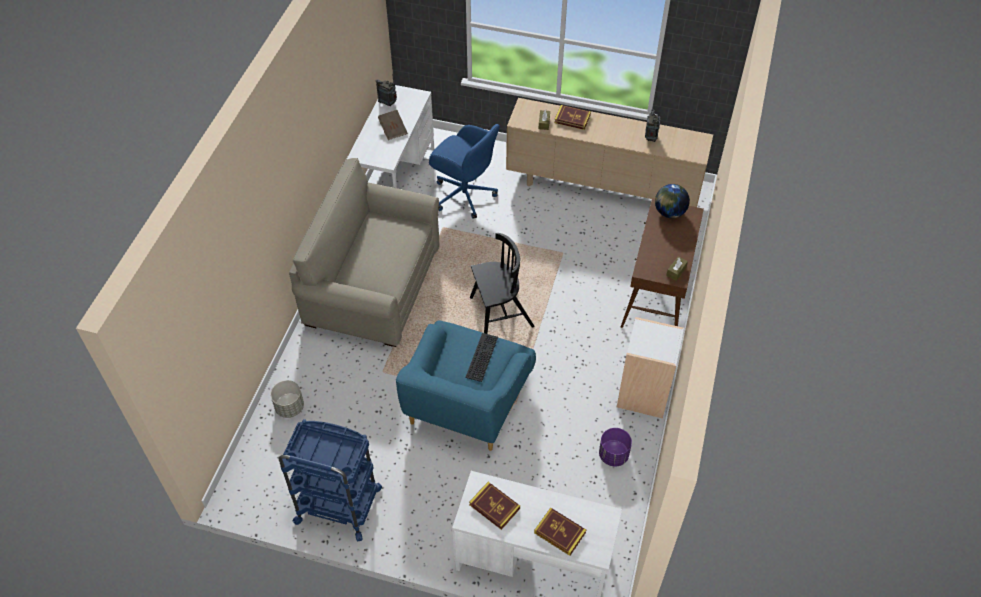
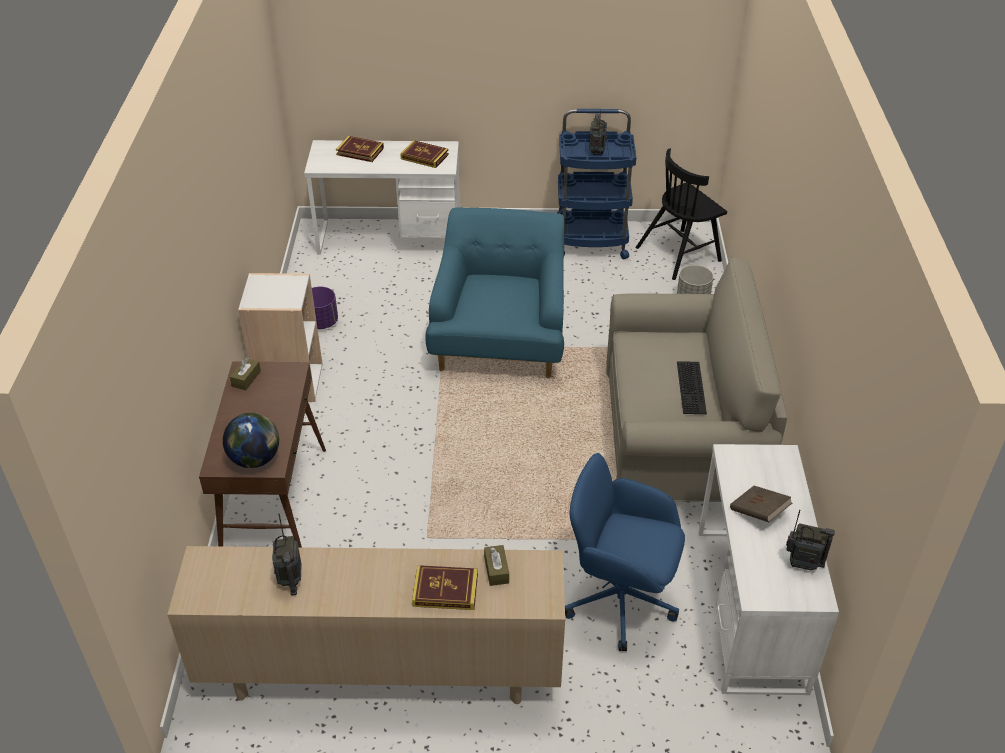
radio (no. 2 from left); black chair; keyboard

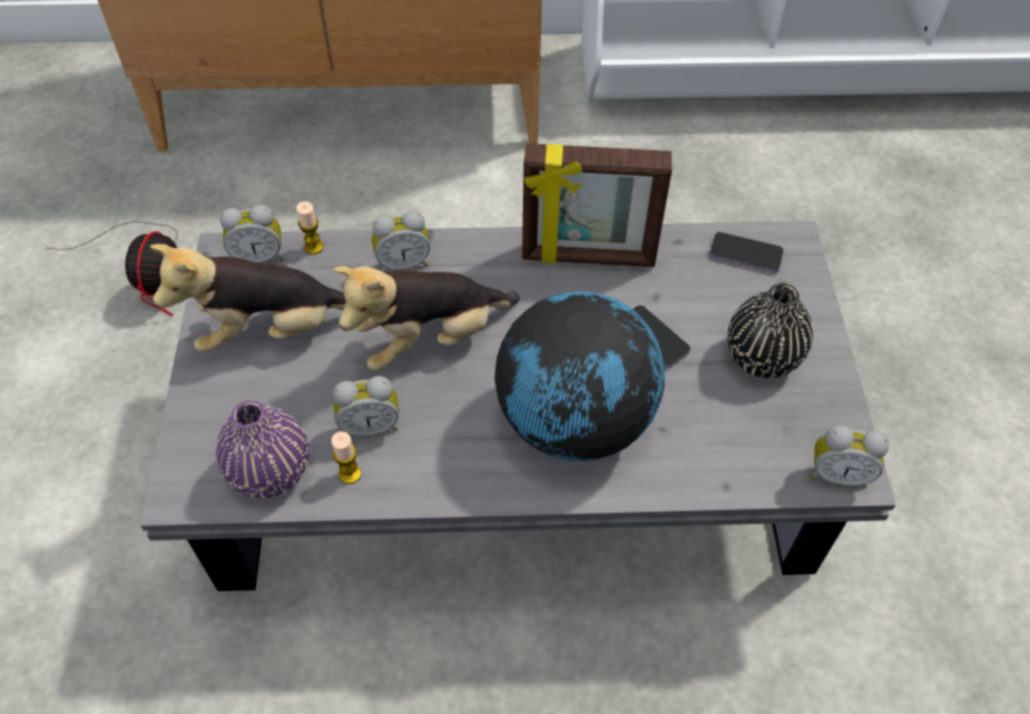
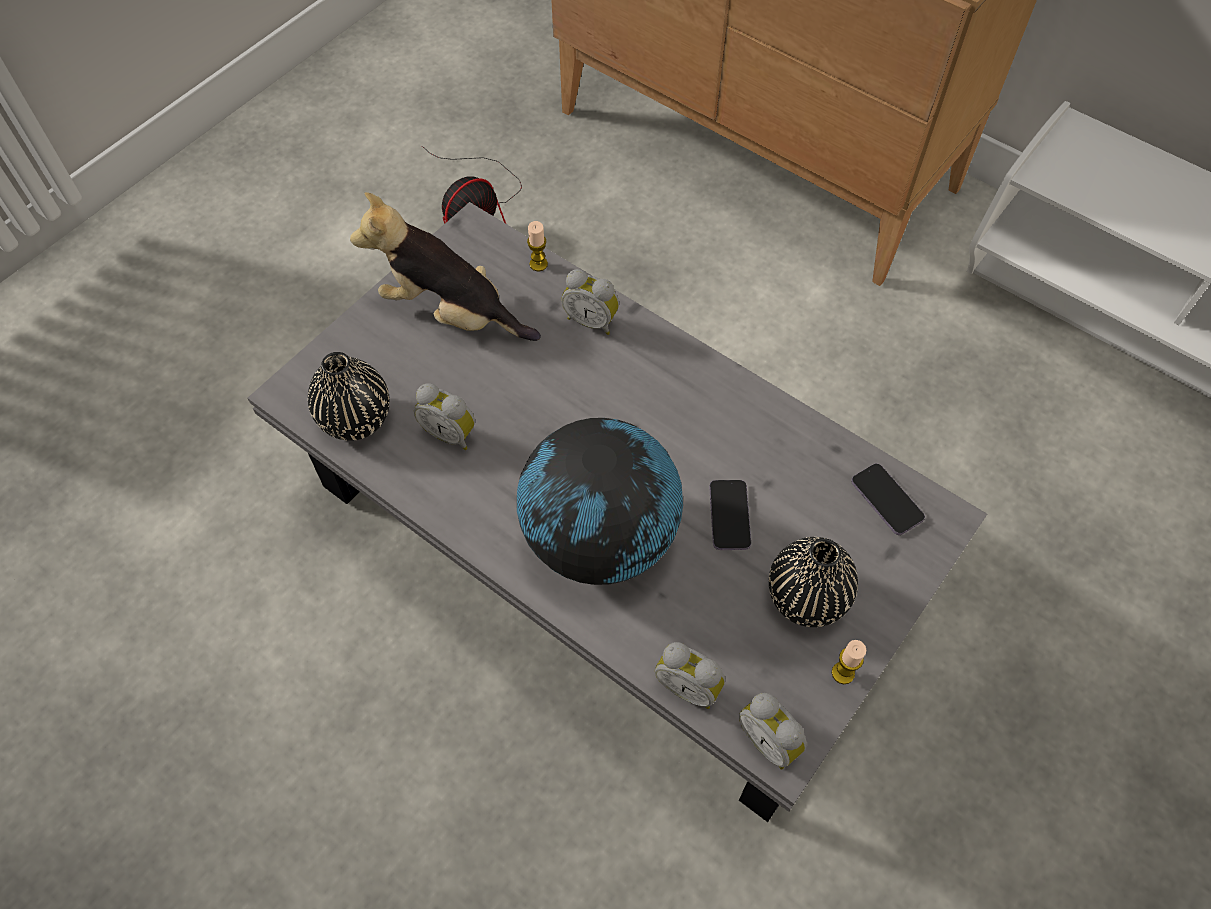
black vase (no. 1 from left); alarm clock (no. 3 from left); candle (no. 2 from left); plush toy (no. 2 from left in the first image); picture frame

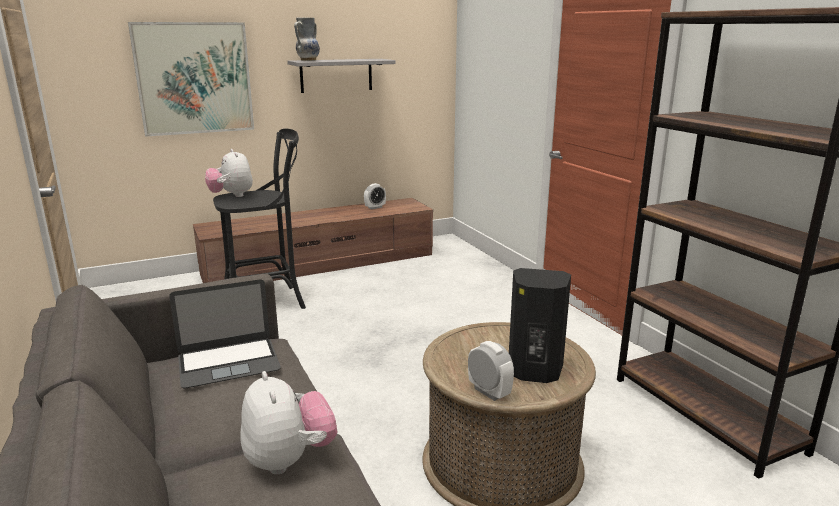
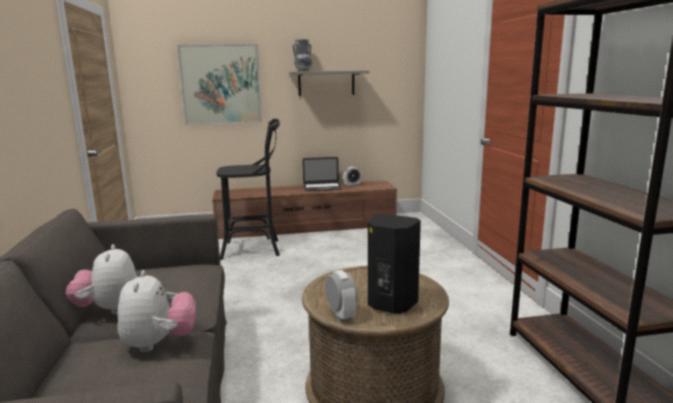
plush toy (no. 1 from left); laptop

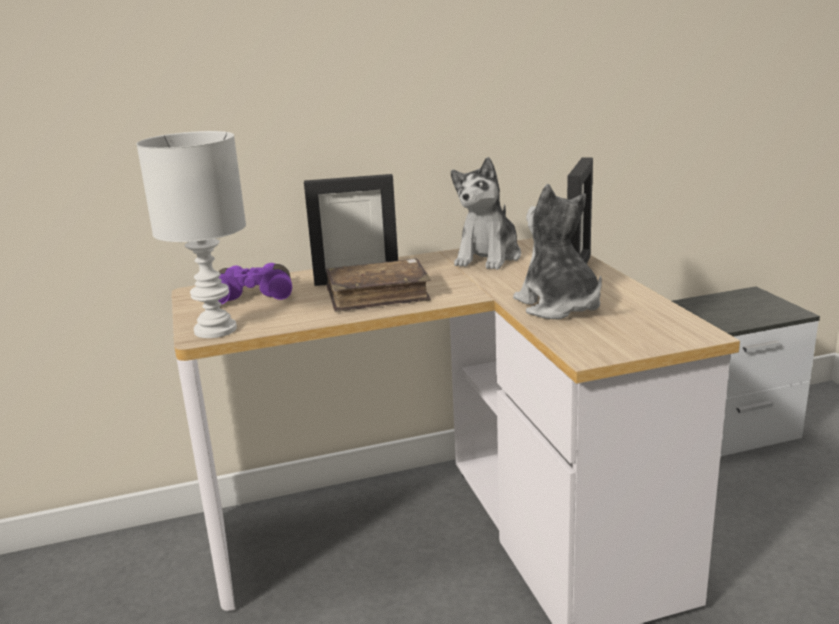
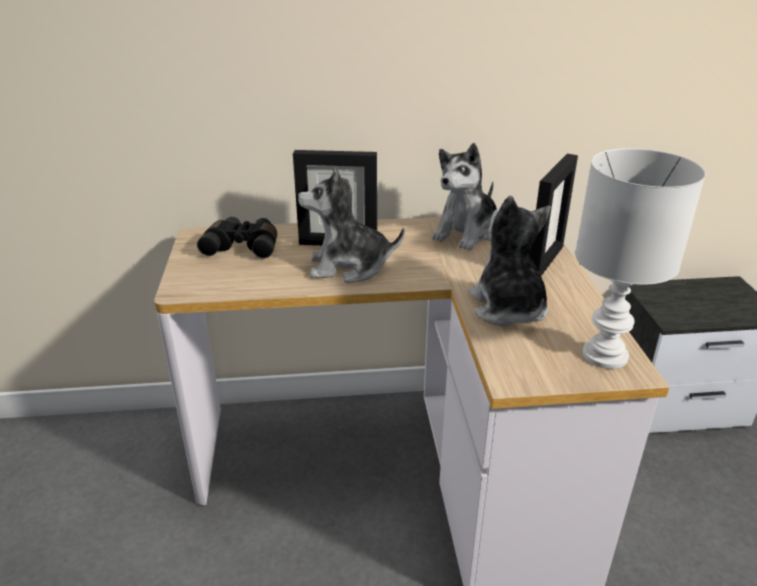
black binoculars; plush toy (no. 1 from left); white table lamp

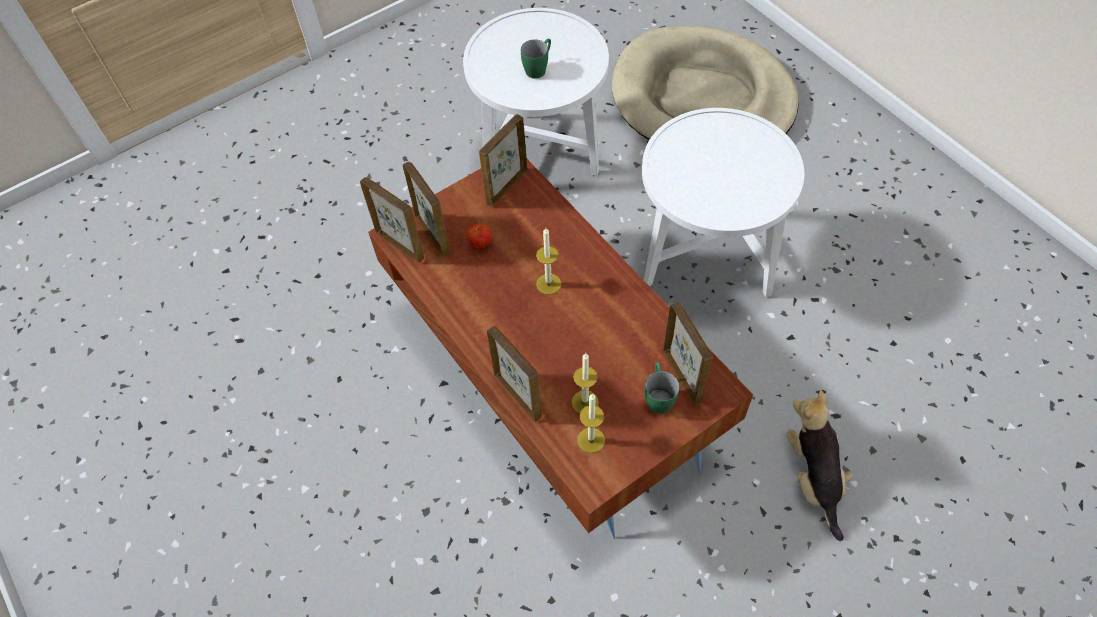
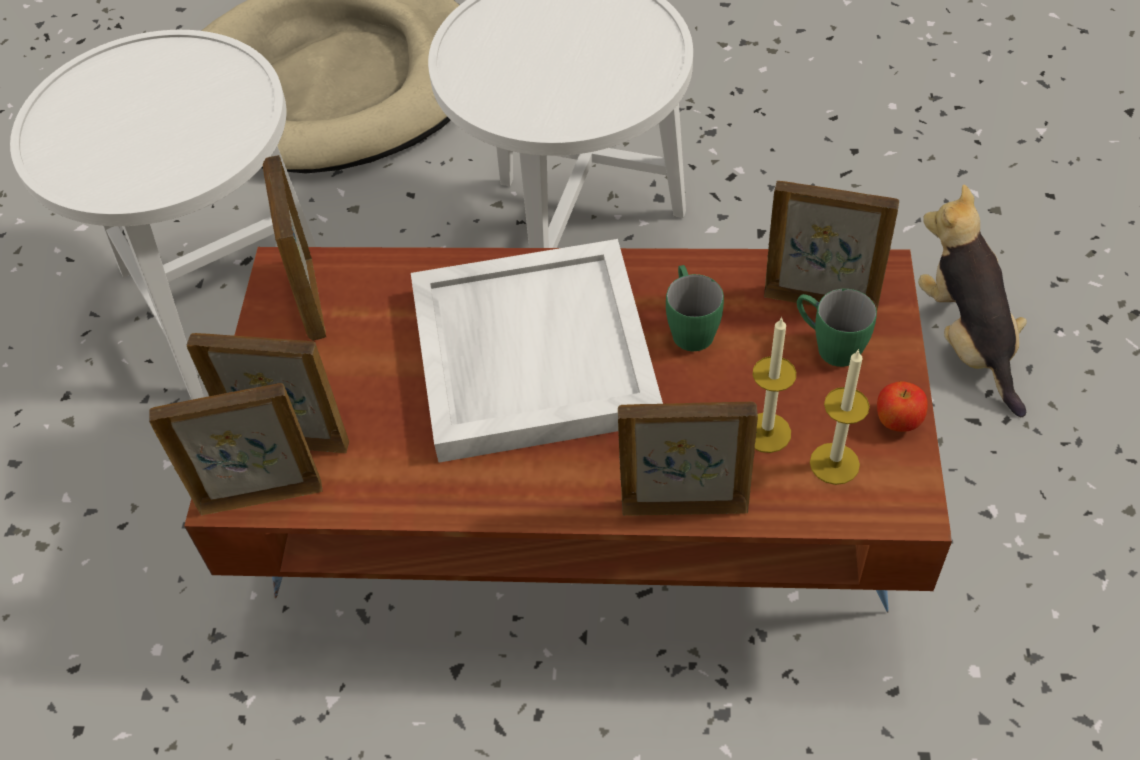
white tray; green mug (no. 1 from left); apple; plush toy

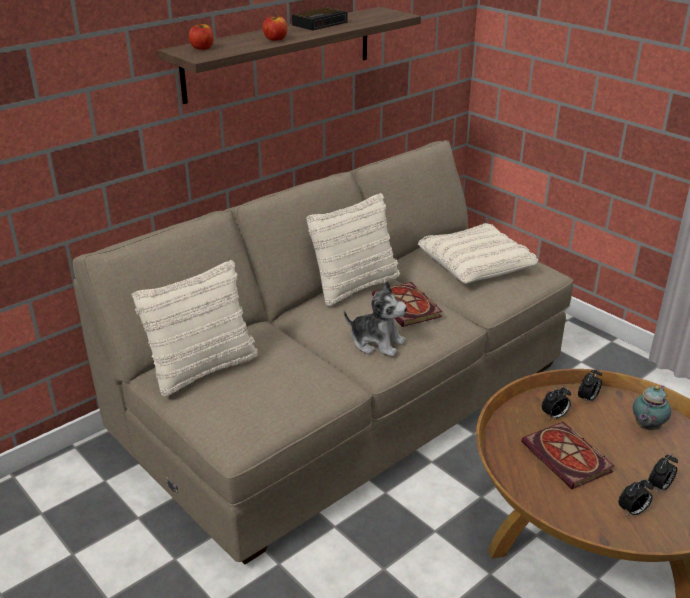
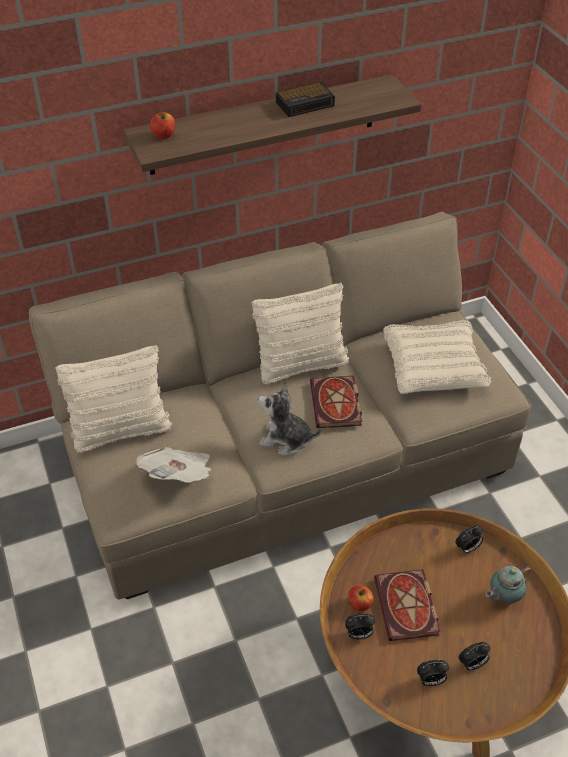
newspaper; plush toy; alarm clock (no. 2 from left); apple (no. 2 from left)

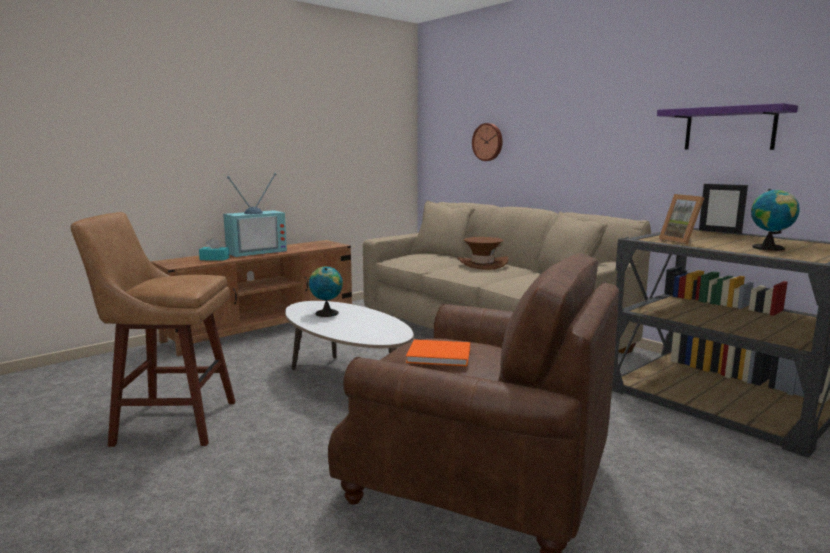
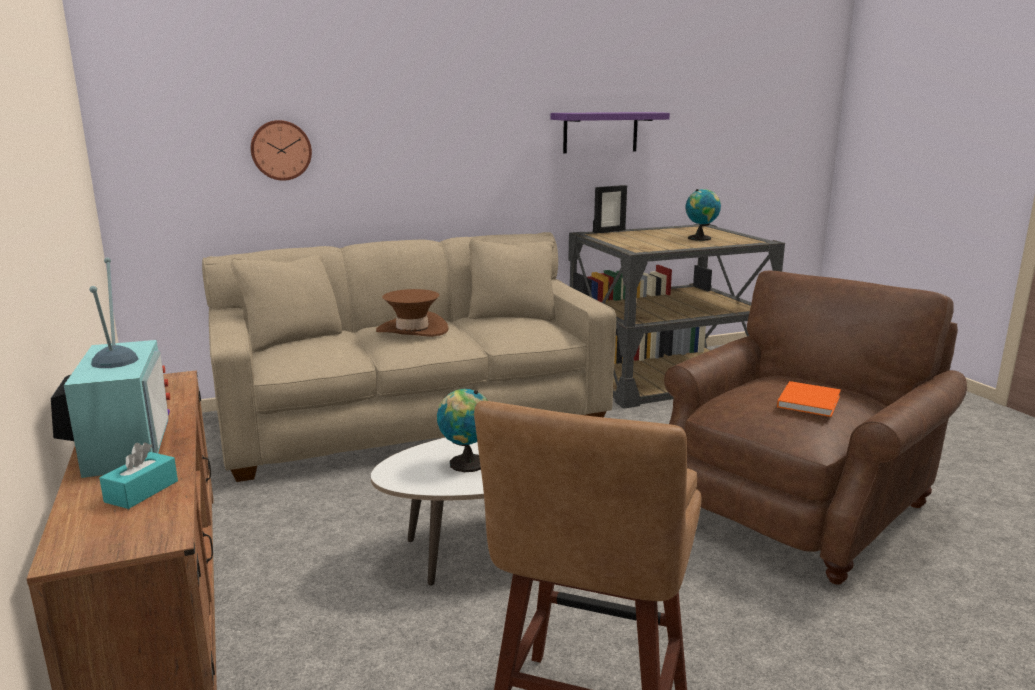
picture frame (no. 1 from left in the first image)

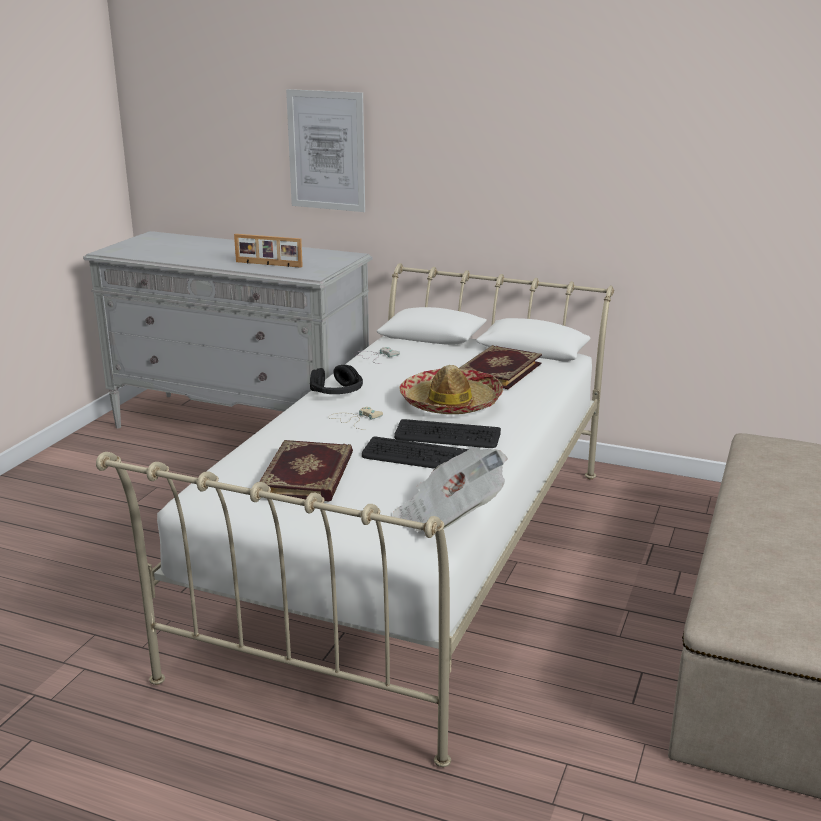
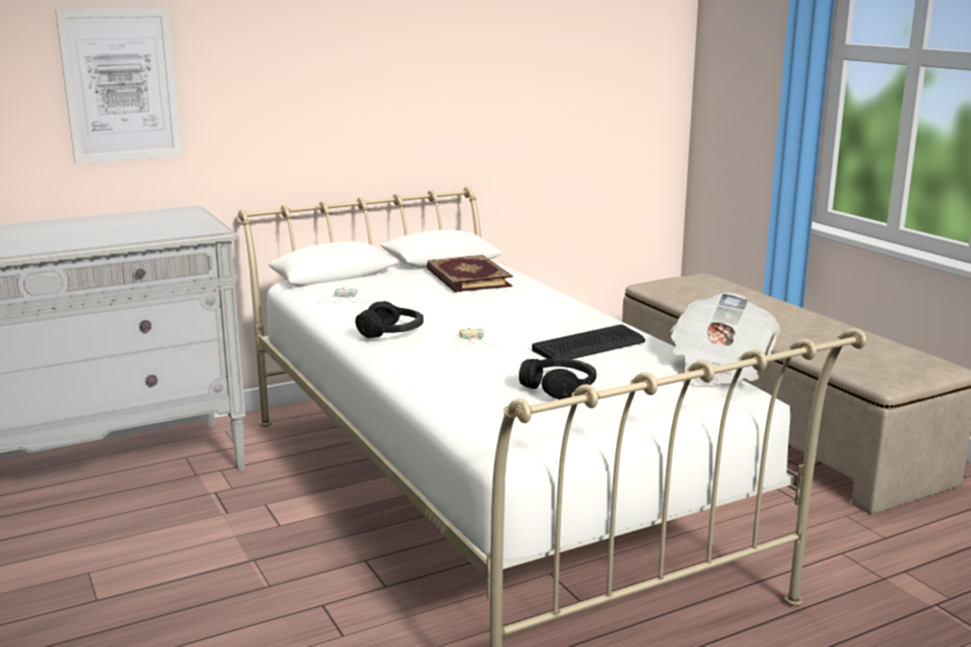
black headphones (no. 2 from left); picture frame; keyboard (no. 2 from left in the first image); hat

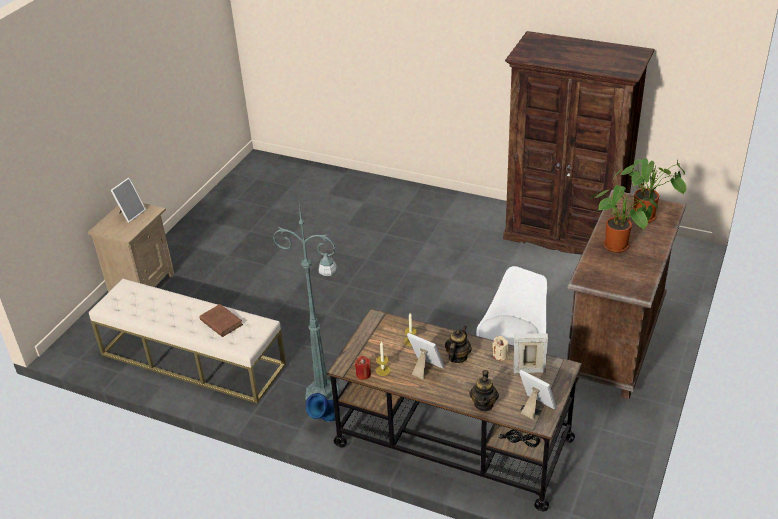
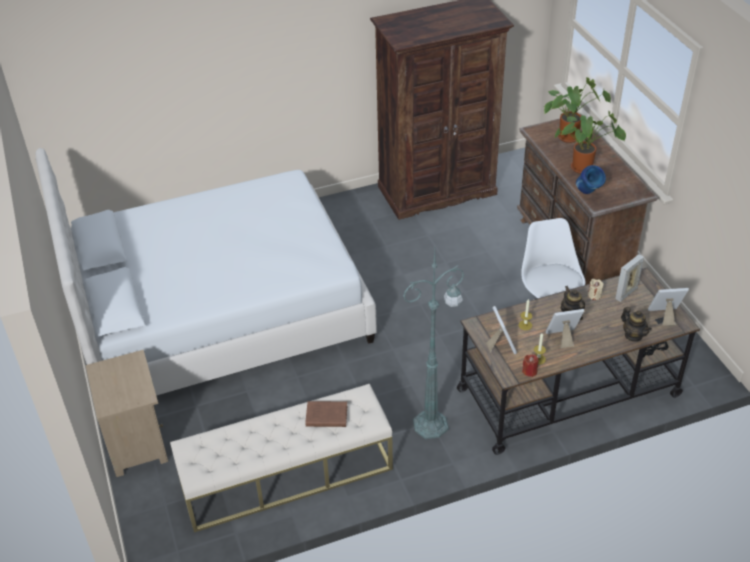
white bed; picture frame (no. 1 from left); blue vase

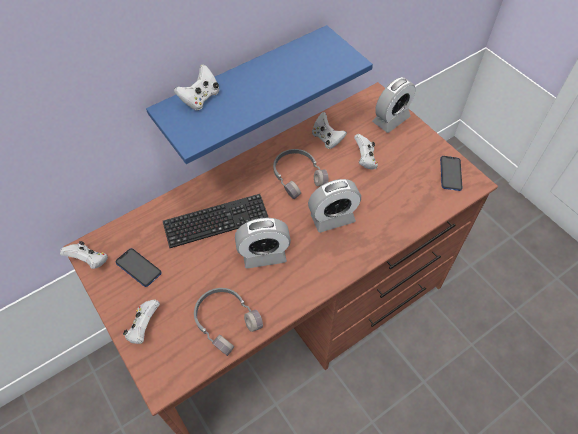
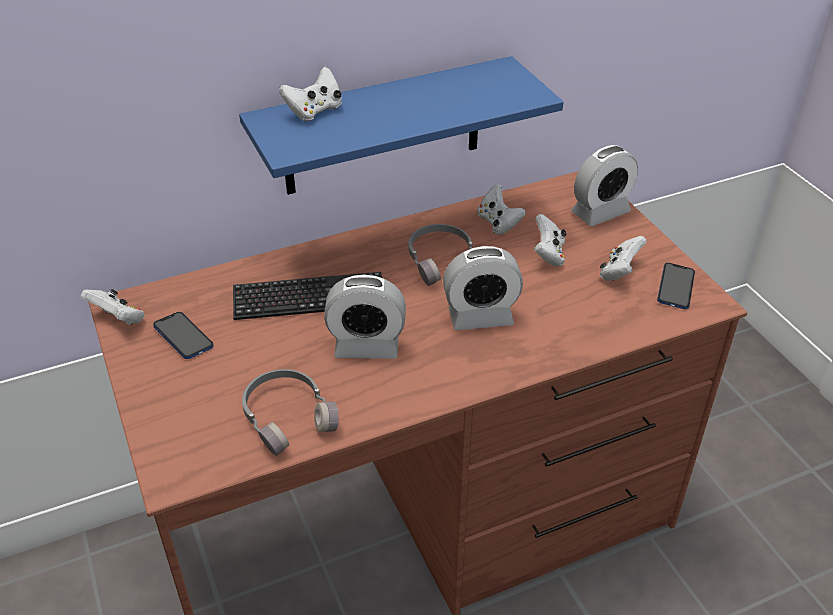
white game controller (no. 5 from left)

